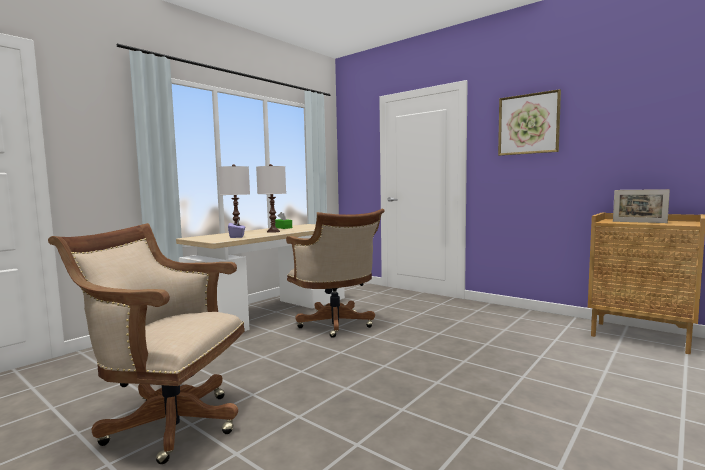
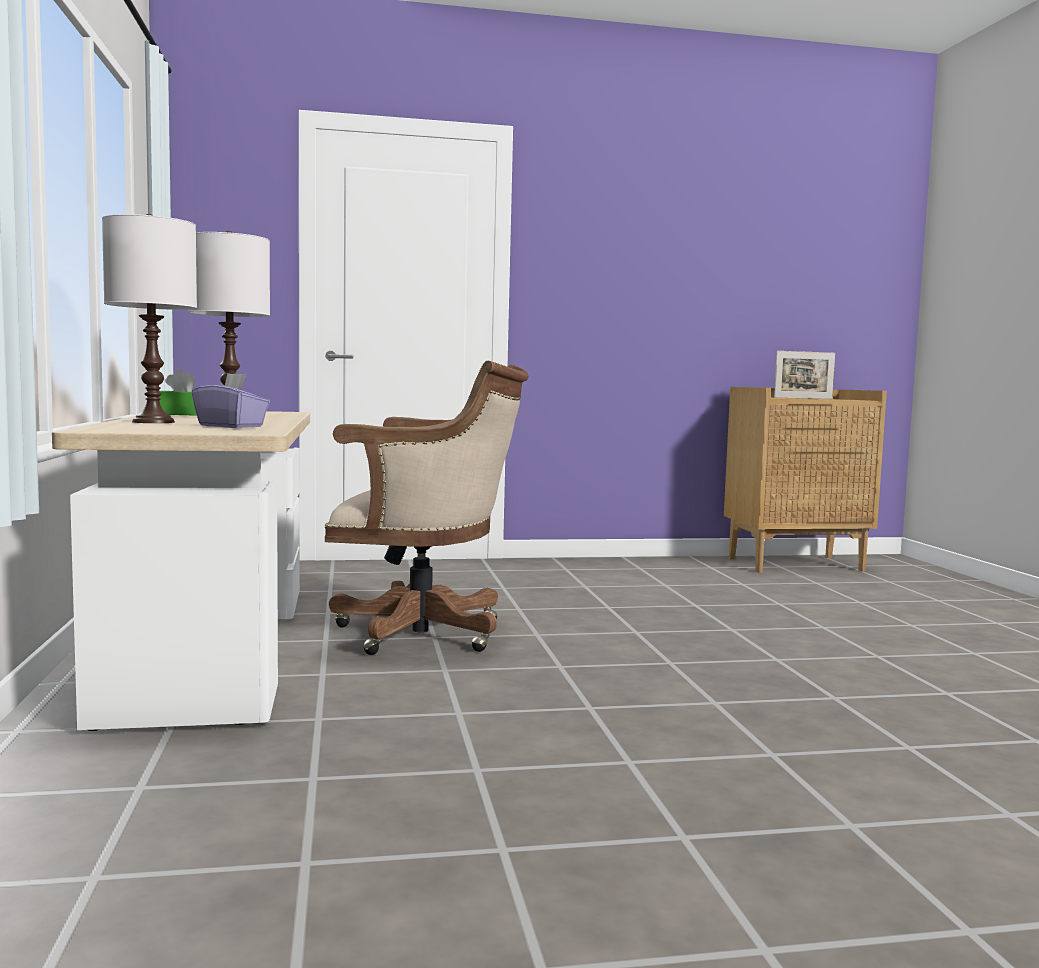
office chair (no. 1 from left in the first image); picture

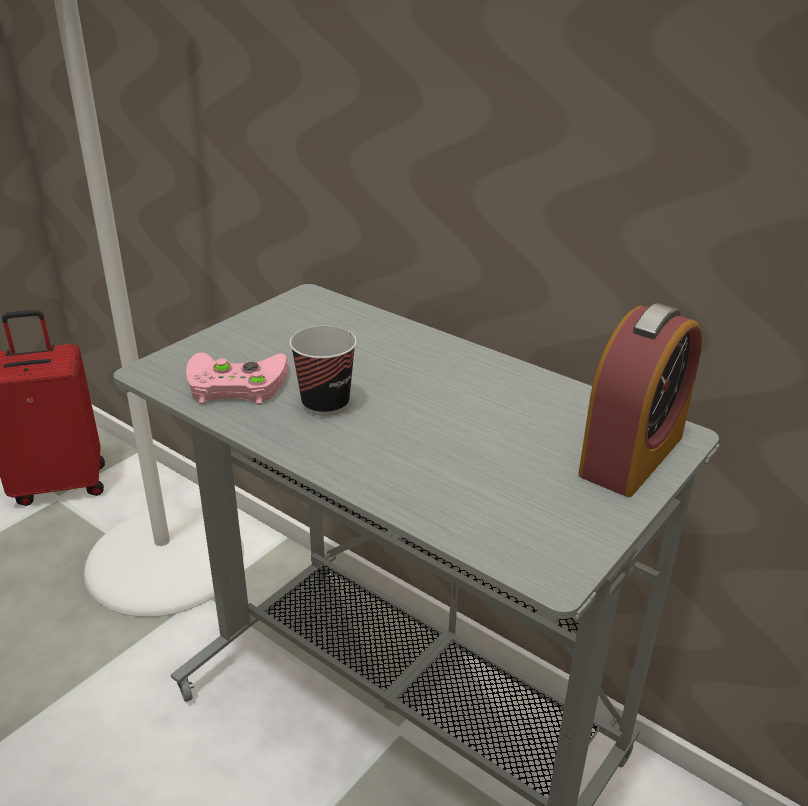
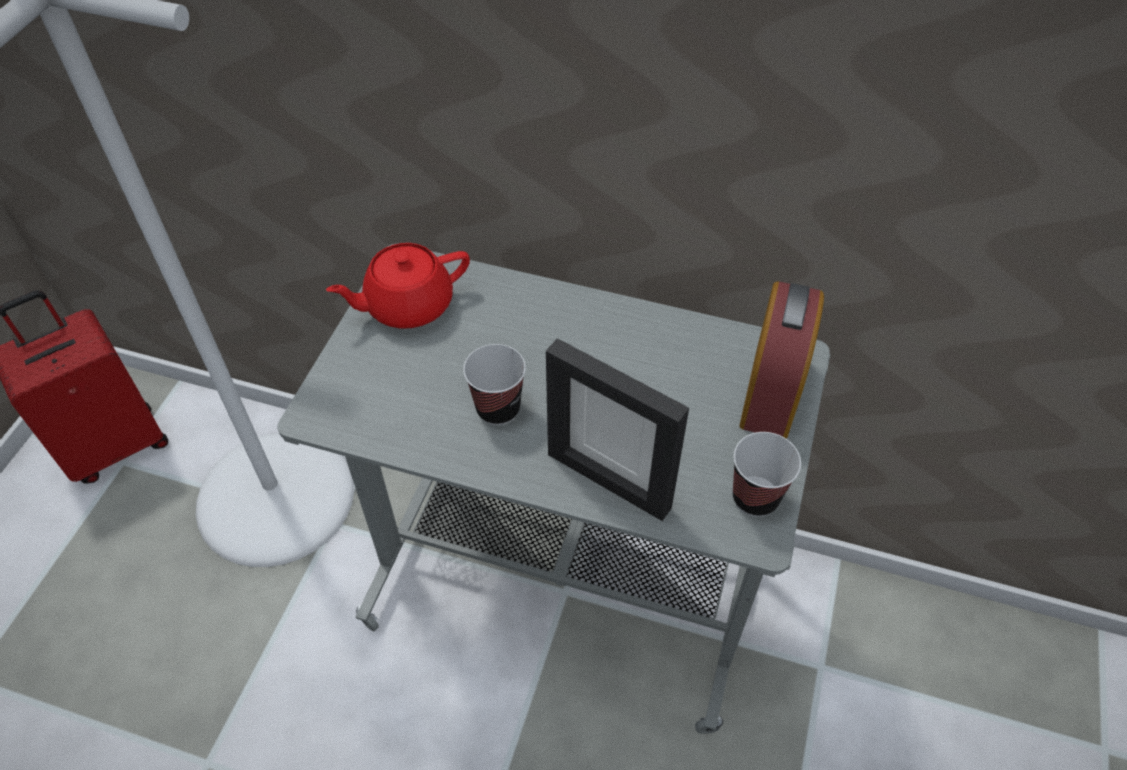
red teapot; picture frame; cup (no. 2 from left); pink game controller

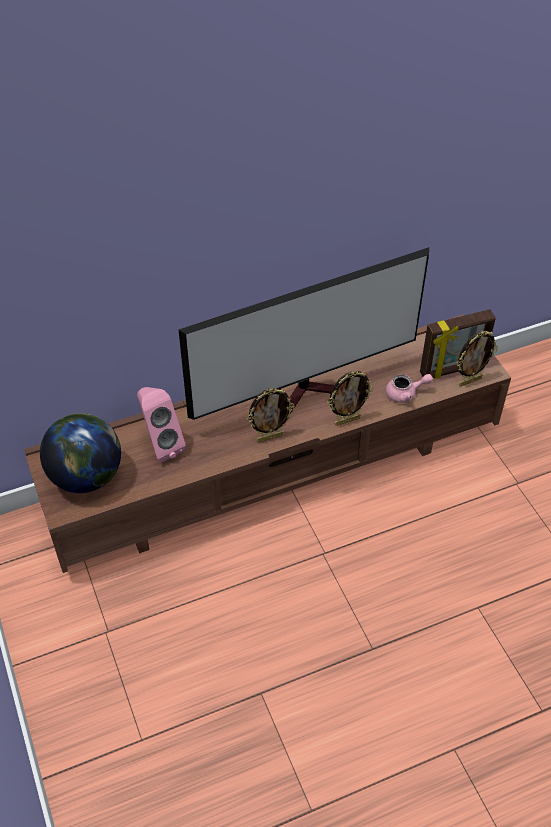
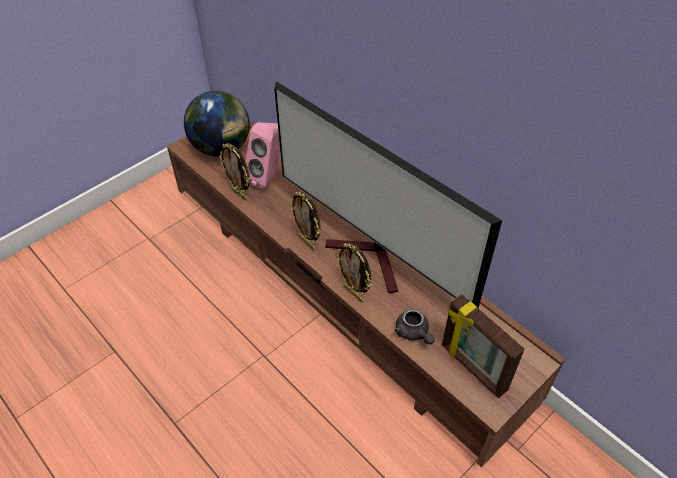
picture frame (no. 1 from left); grey teapot

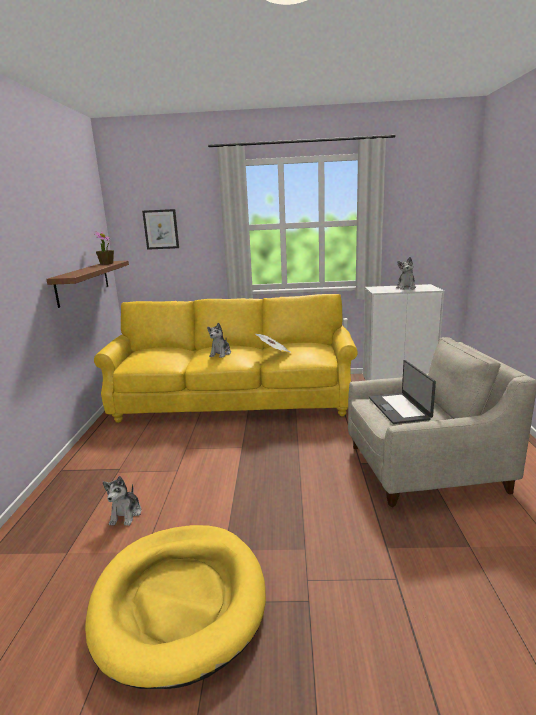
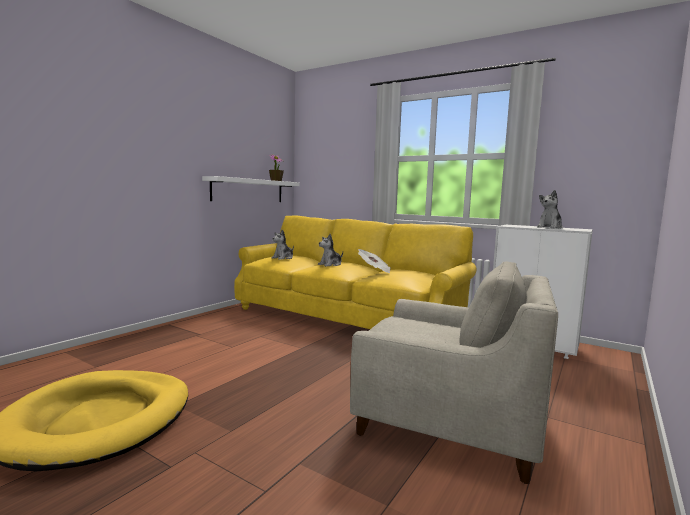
white shelf; plush toy (no. 1 from left); picture; laptop

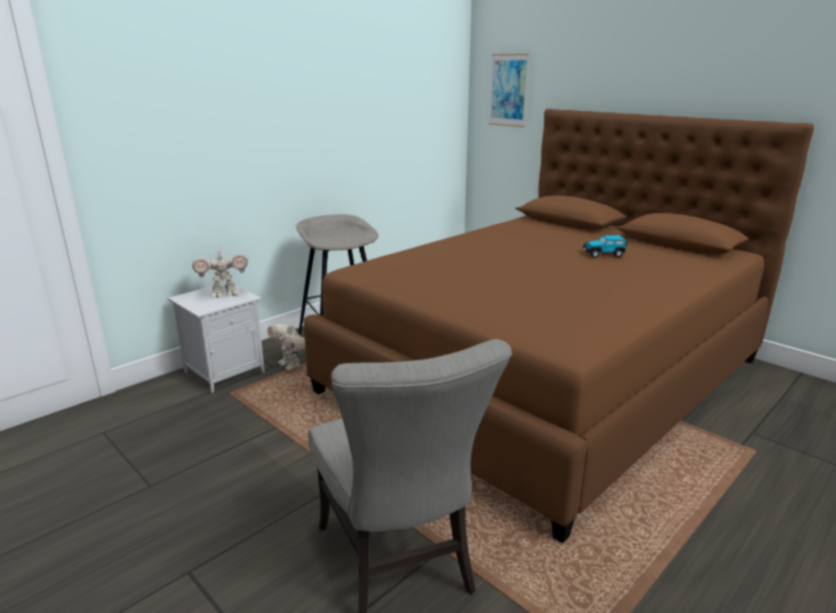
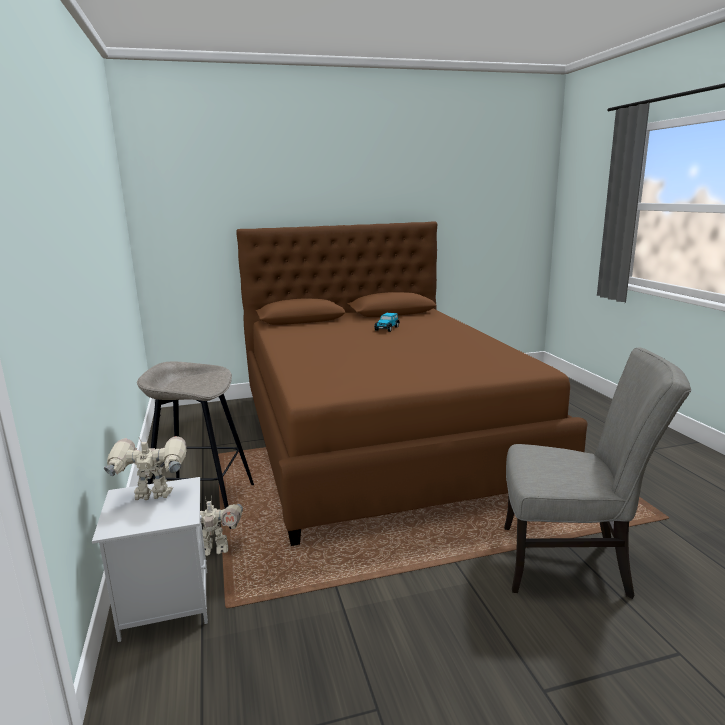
toy robot (no. 1 from left); picture

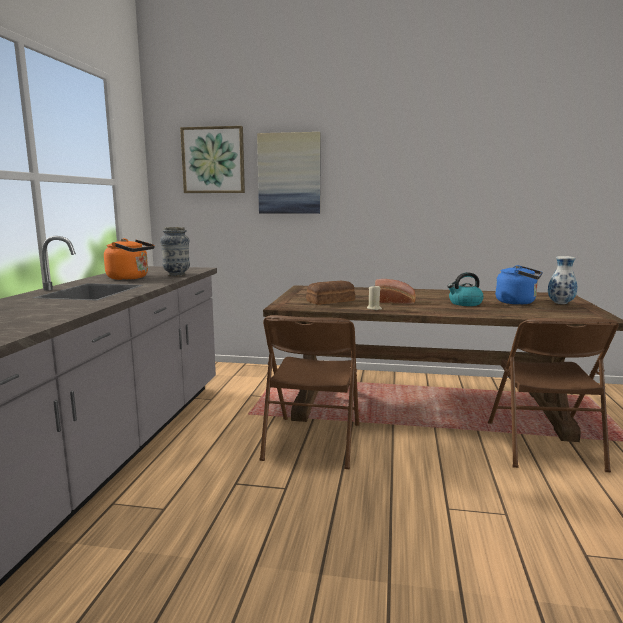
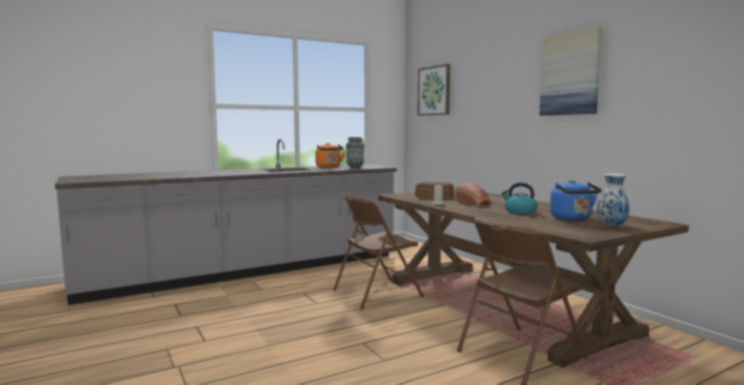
picture (no. 2 from left)

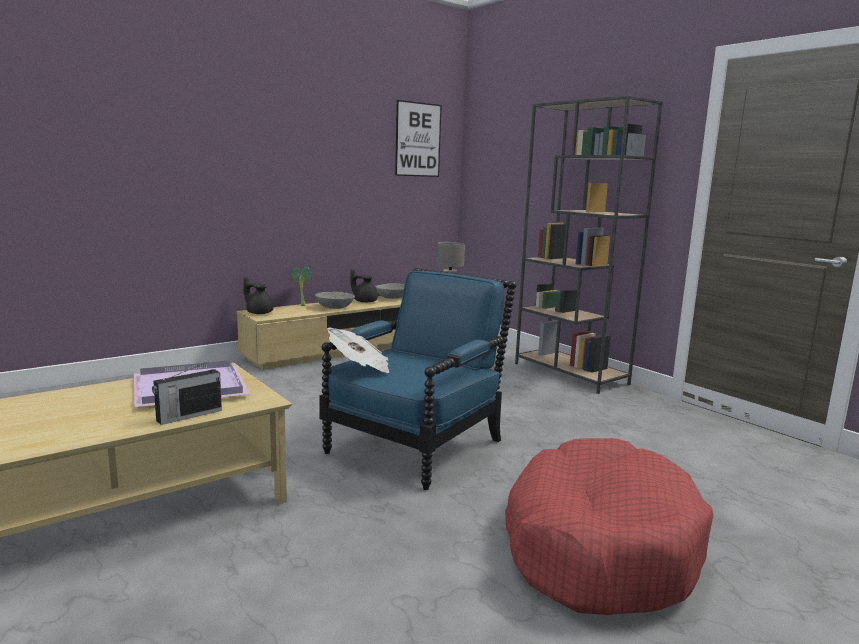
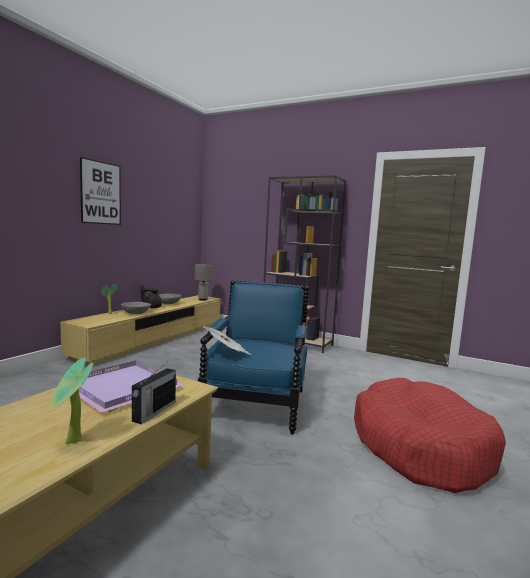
potted plant (no. 1 from left); picture; black teapot (no. 1 from left in the first image)

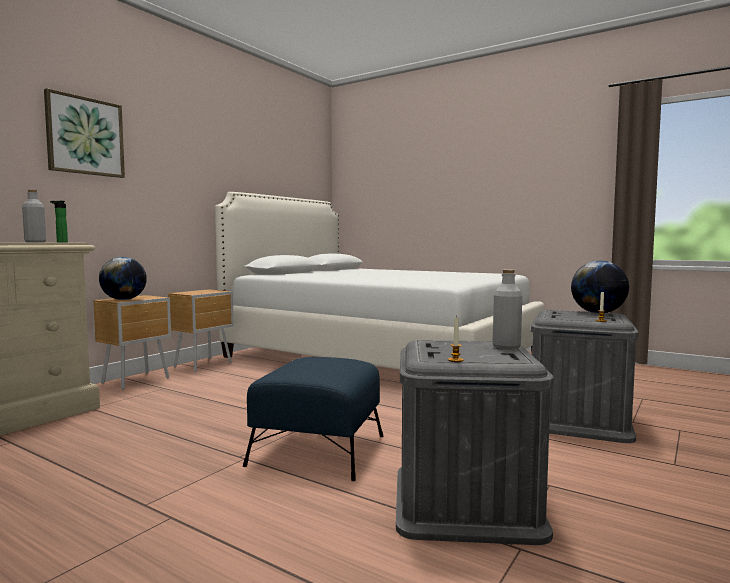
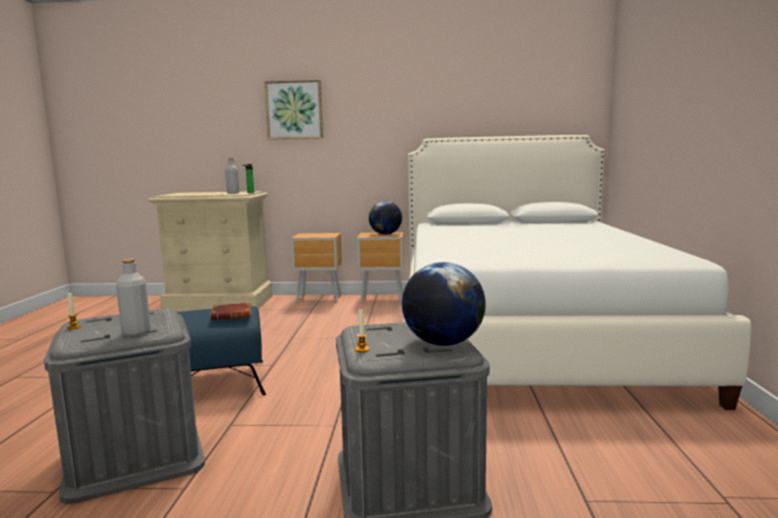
brown book; globe (no. 1 from left)

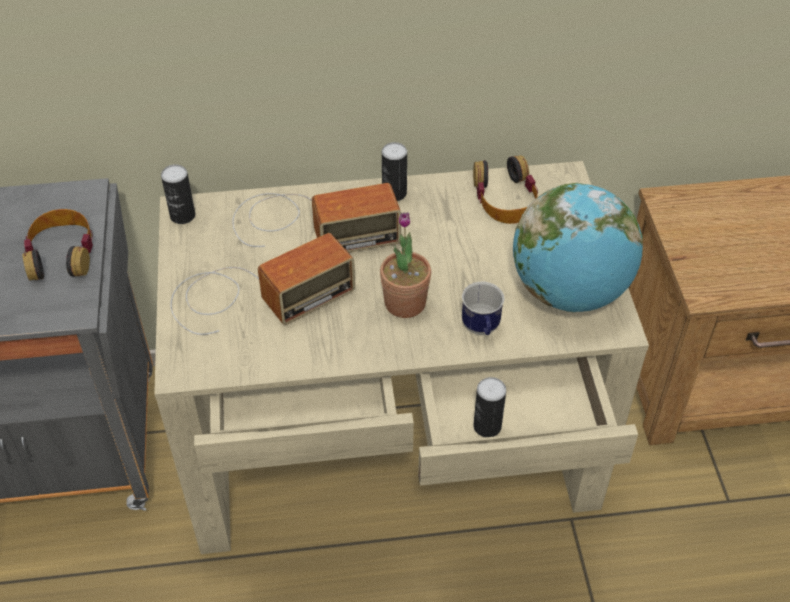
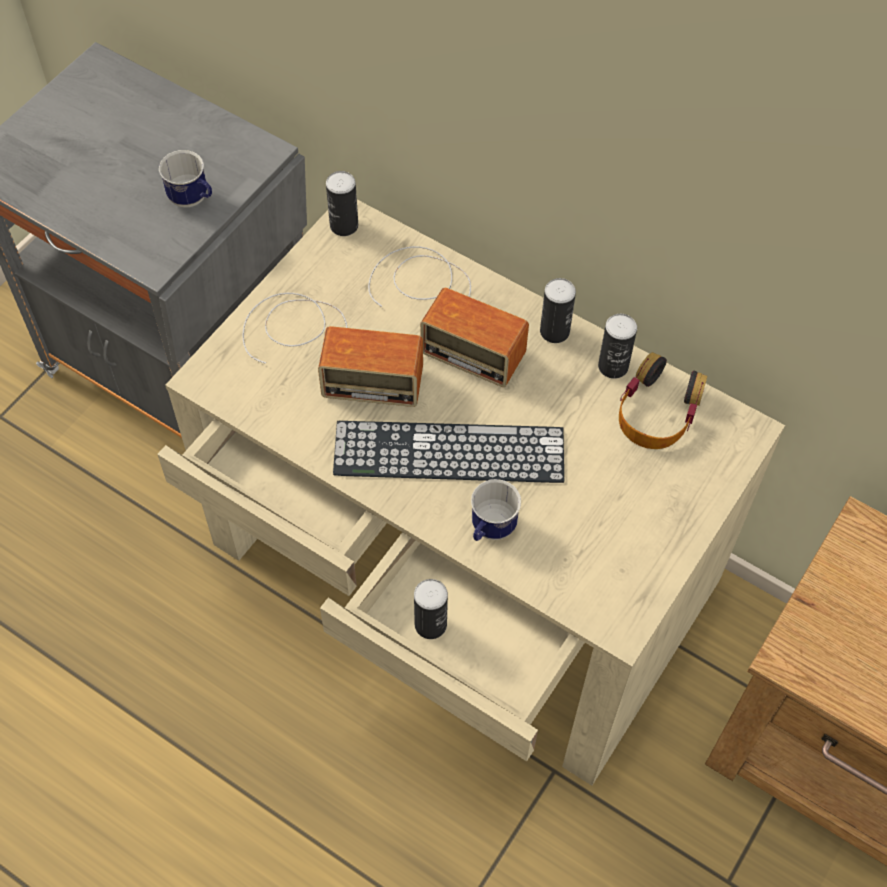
mug (no. 1 from left); keyboard; can (no. 4 from left); globe

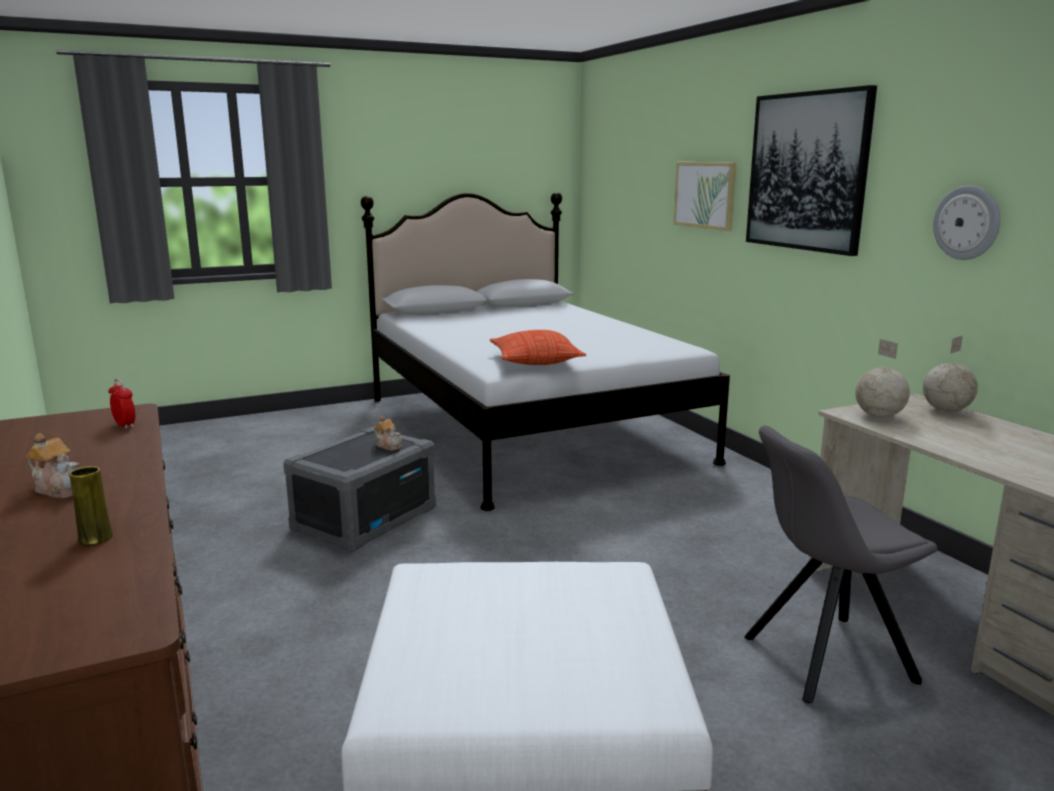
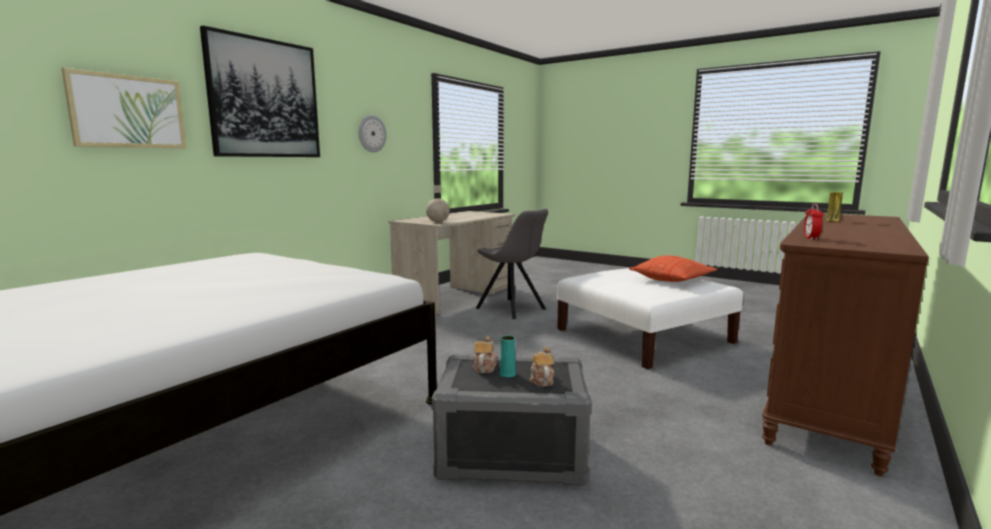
turquoise vase; teapot (no. 2 from left); orange pillow; globe (no. 2 from left in the first image)

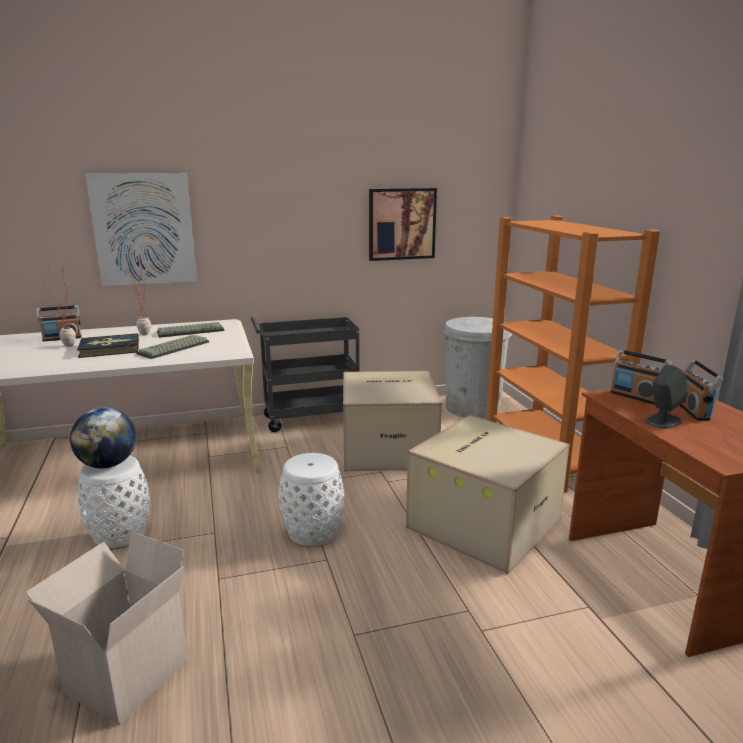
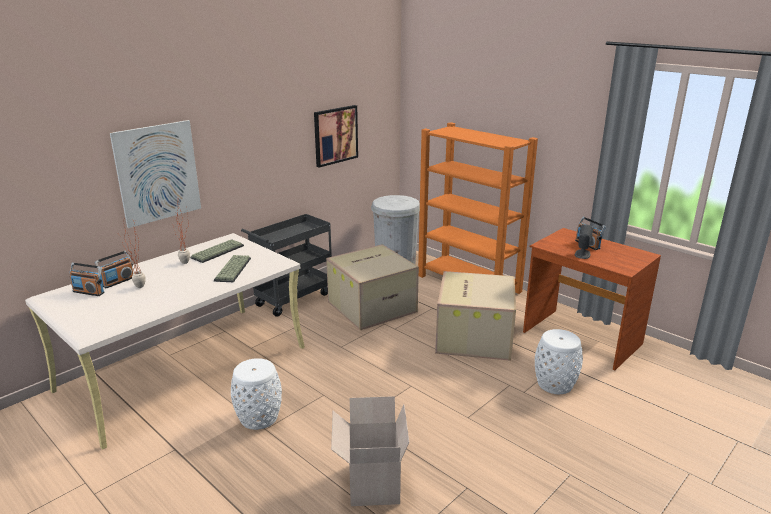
radio (no. 1 from left); white stool (no. 2 from left); globe; book

